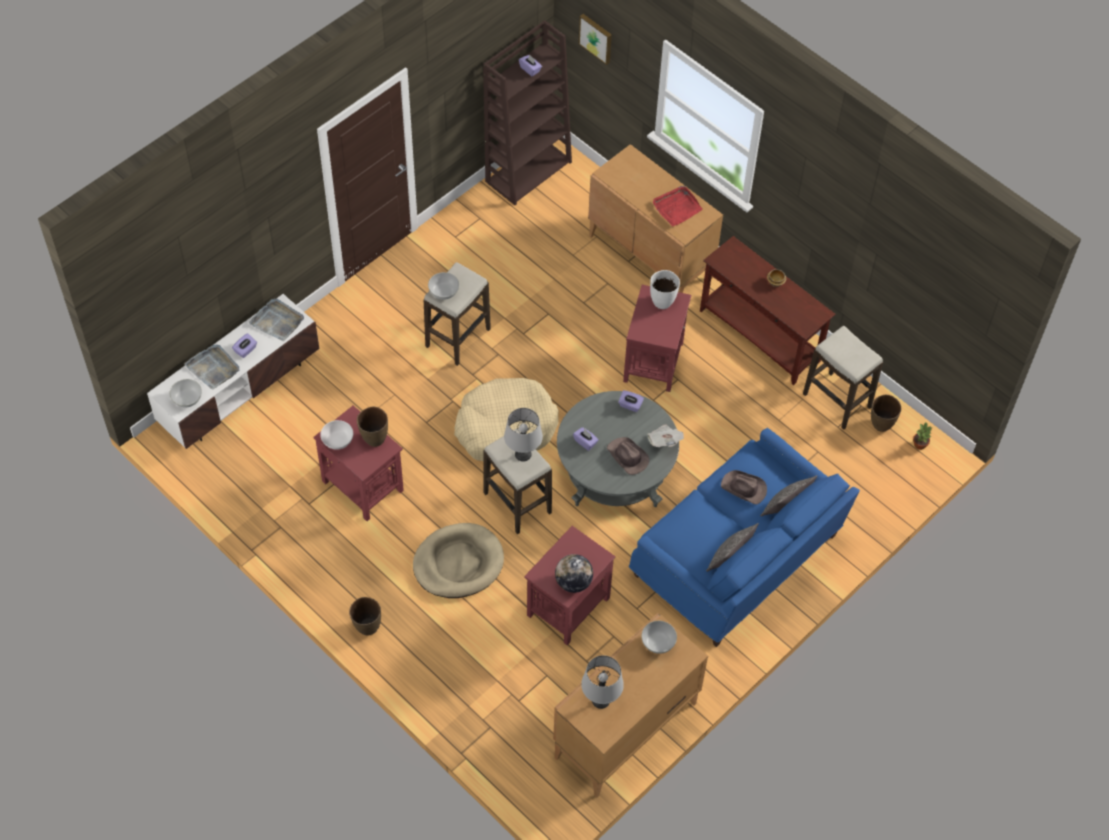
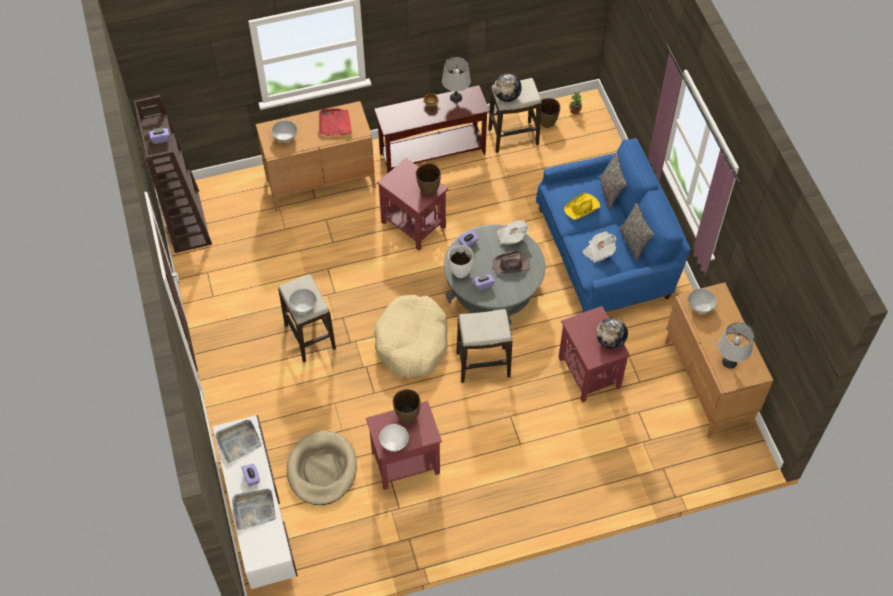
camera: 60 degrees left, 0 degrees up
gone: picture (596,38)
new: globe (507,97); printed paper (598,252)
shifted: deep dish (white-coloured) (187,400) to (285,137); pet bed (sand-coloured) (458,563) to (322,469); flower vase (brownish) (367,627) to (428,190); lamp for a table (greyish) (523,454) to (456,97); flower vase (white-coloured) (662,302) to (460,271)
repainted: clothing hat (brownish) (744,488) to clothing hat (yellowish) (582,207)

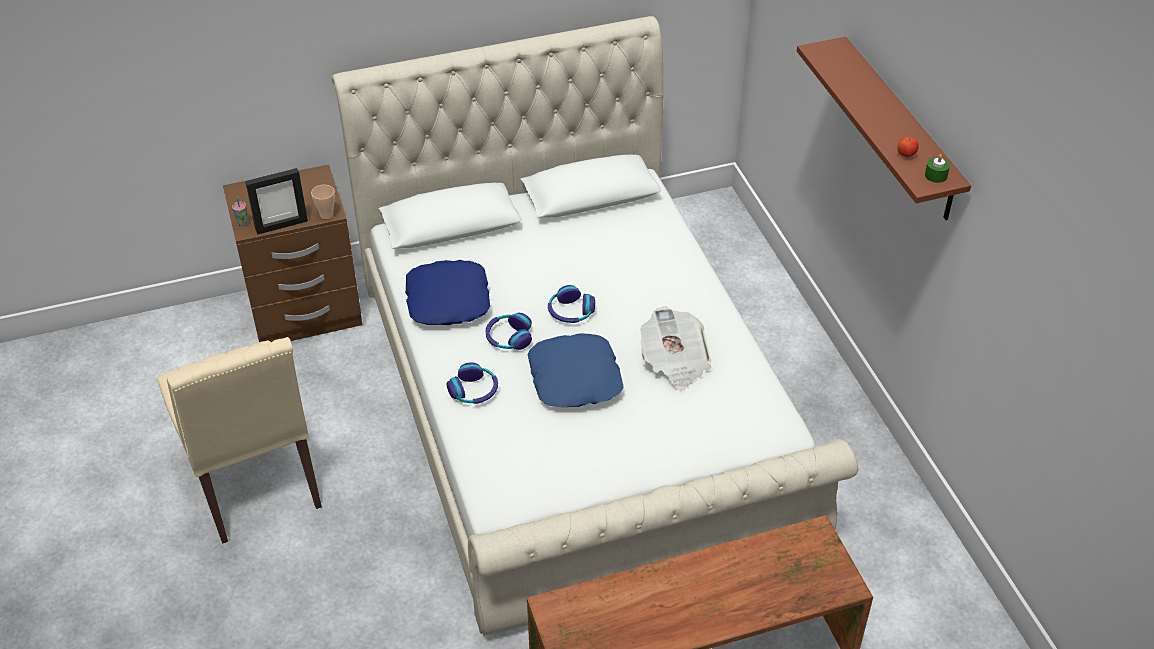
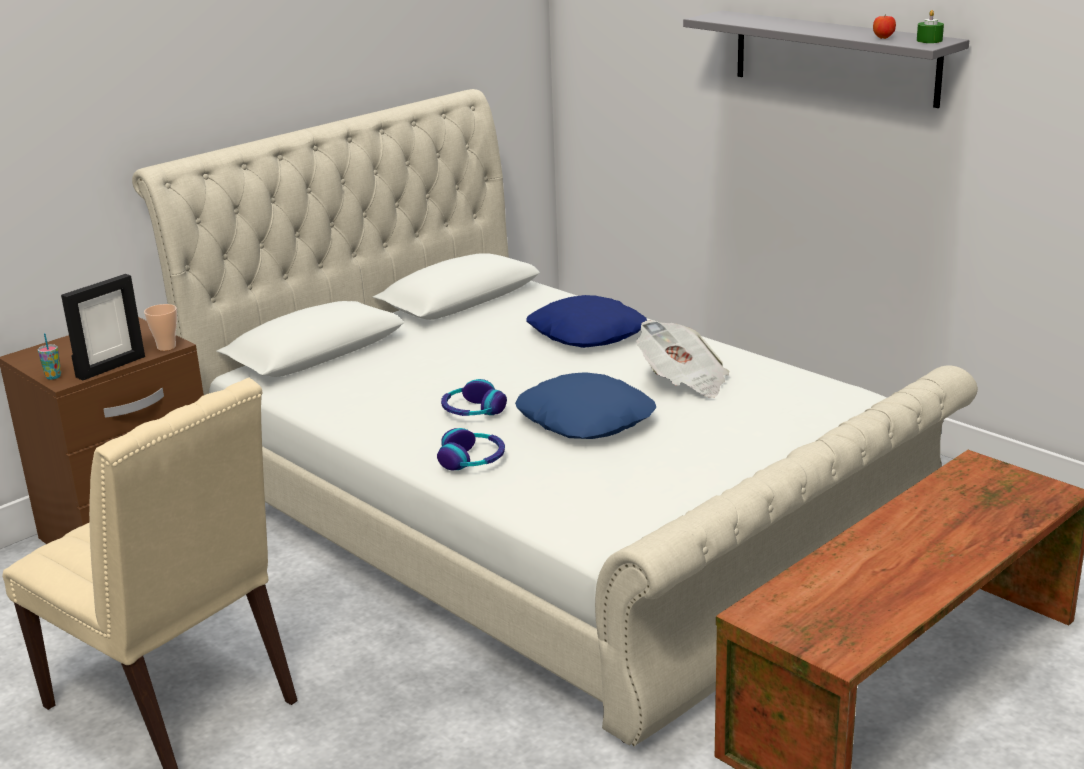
camera: 25 degrees left, 20 degrees down
gone: headphones (570,312)
shifted: cushion (blue) (447,300) to (586,334)
repainted: wall shelf (brownish) (899,130) to wall shelf (greyish) (835,57)

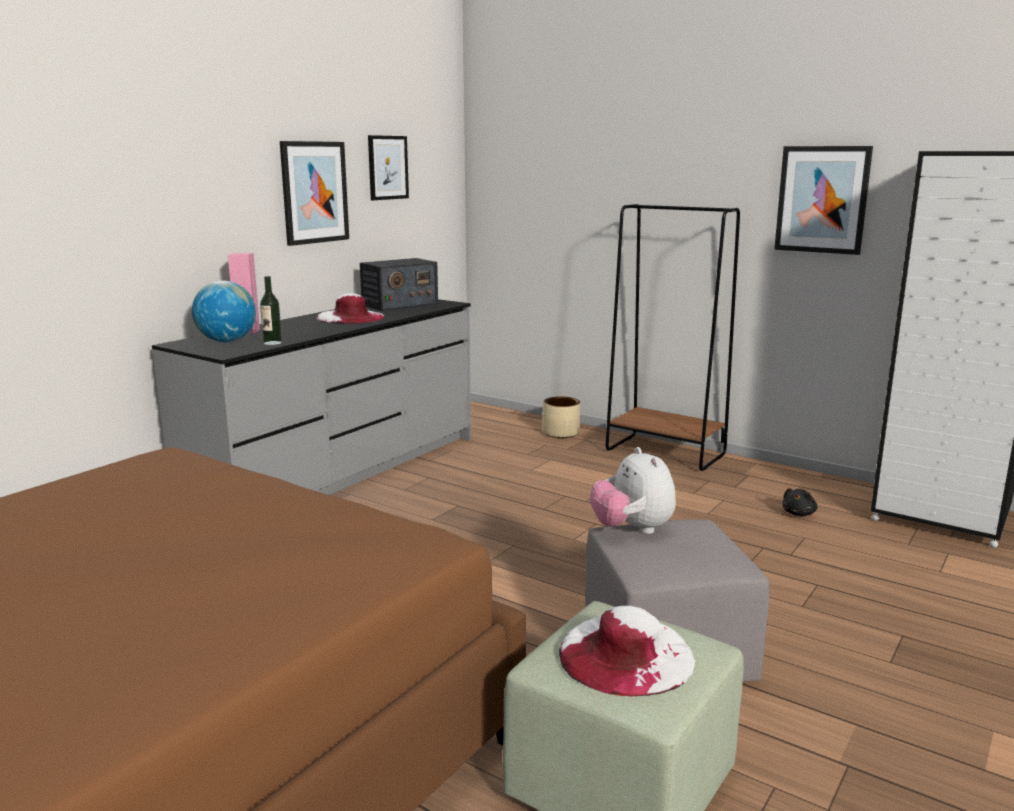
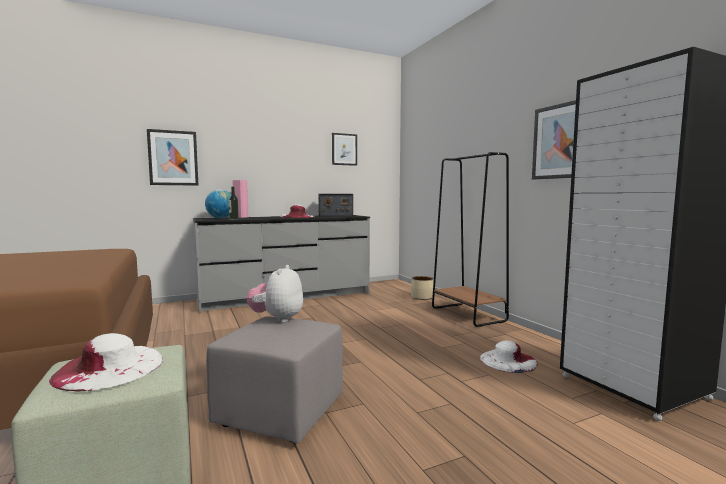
camera: 30 degrees right, 10 degrees down
shifted: picture (314,192) to (173,158)
swapped: soft toy (blackish) (799,513) to clothing hat (white-coloured) (508,360)

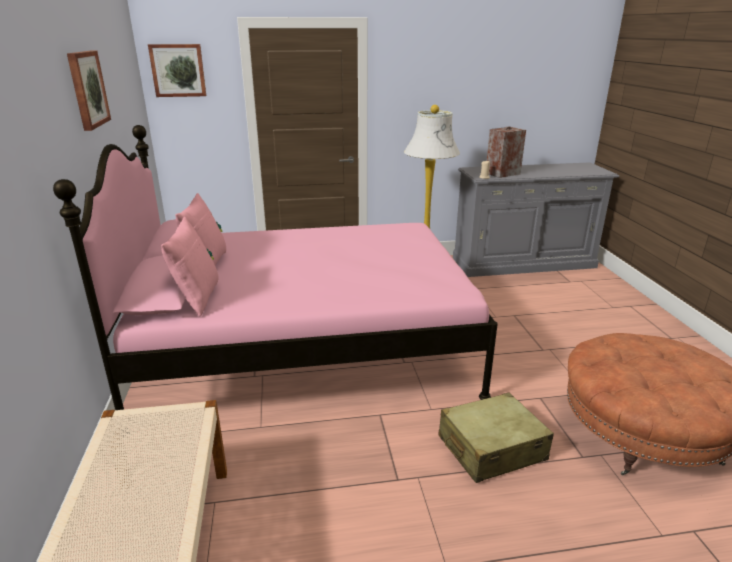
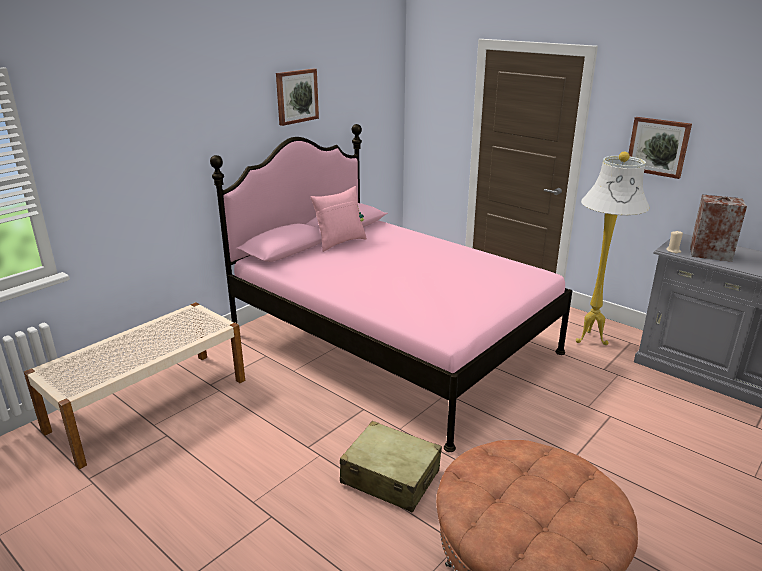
camera: 50 degrees right, 0 degrees up
gone: cushion (pink-coloured) (197,298)
shifted: picture (178,70) to (658,147)

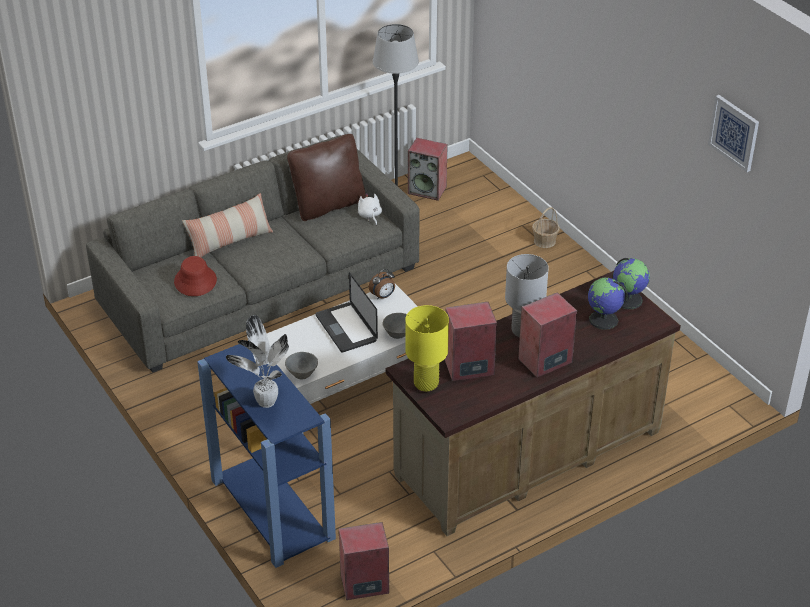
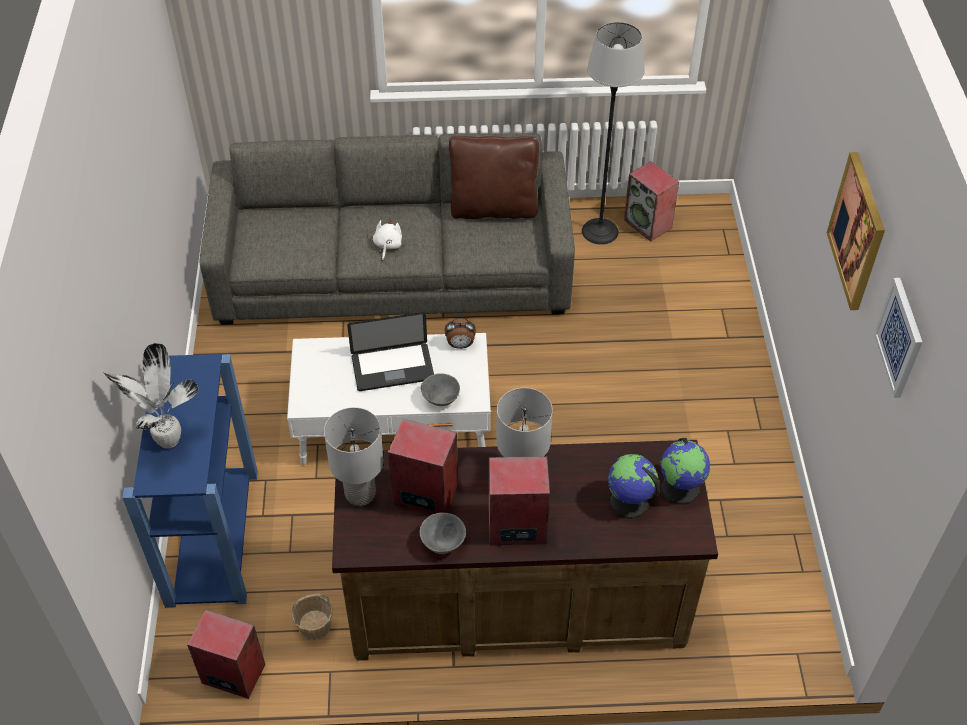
camera: 30 degrees right, 10 degrees up
gone: clothing hat (red) (195,281); cushion (230,241)
new: picture (858,231)
shifted: storage basket (544,241) to (314,625); soft toy (white-coloured) (370,216) to (387,246); deep dish (greyish) (303,373) to (444,543)
repainted: lamp for a table (yellowish) (426,385) to lamp for a table (greyish) (361,496)
rotated: portable computer (346,328) = (392,368) 105 degrees counterclockwise

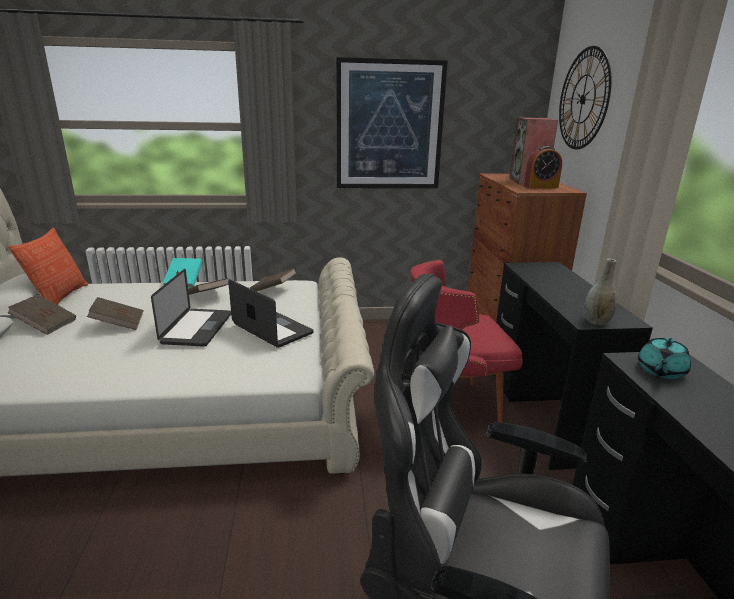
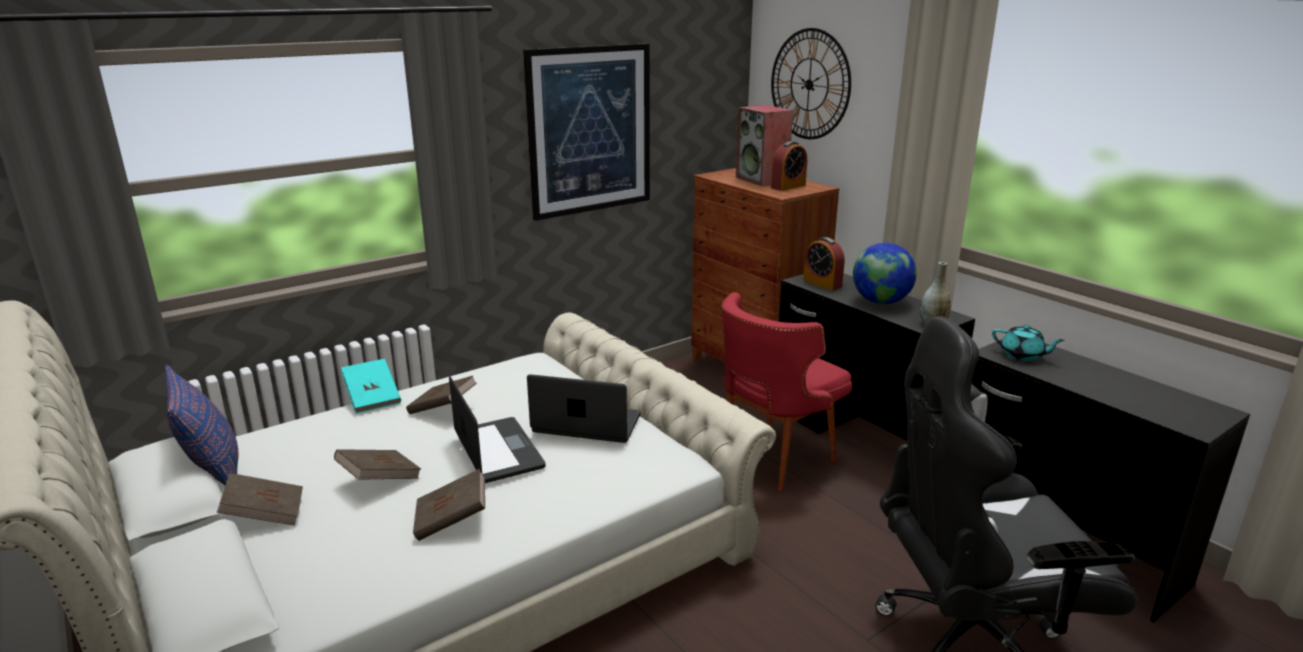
camera: 30 degrees left, 0 degrees up
new: bedside clock (822,283); globe (881,302)
shifted: book (brownish) (273,290) to (452,520)
repainted: cushion (orange-coloured) (60,298) to cushion (blue) (214,474)
rotated: teapot (blue-green) (660,371) = (1022,356) 60 degrees counterclockwise

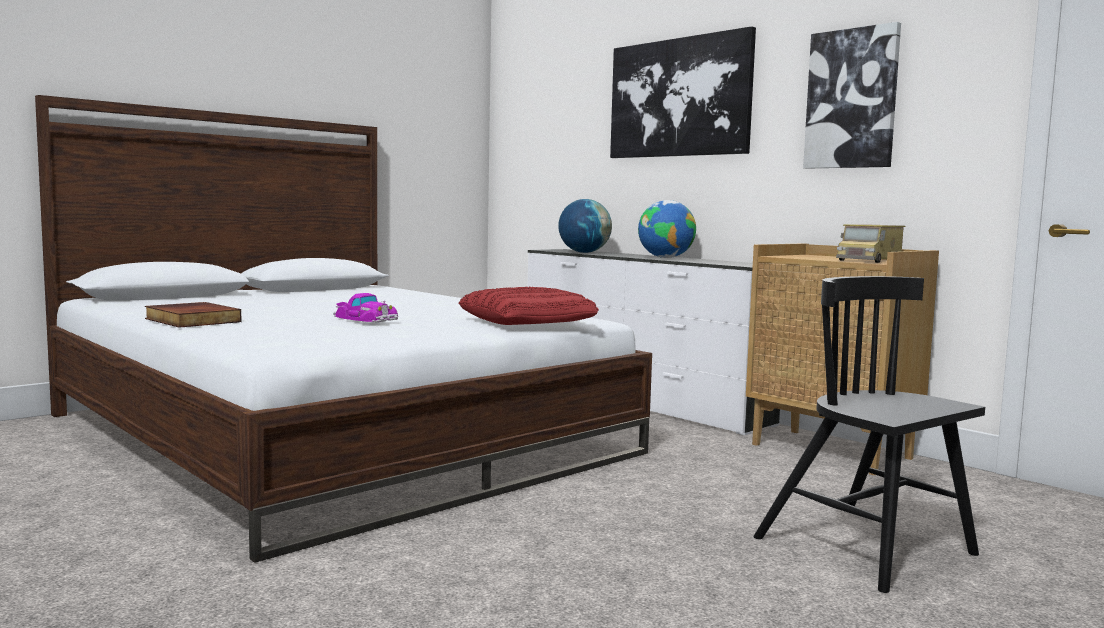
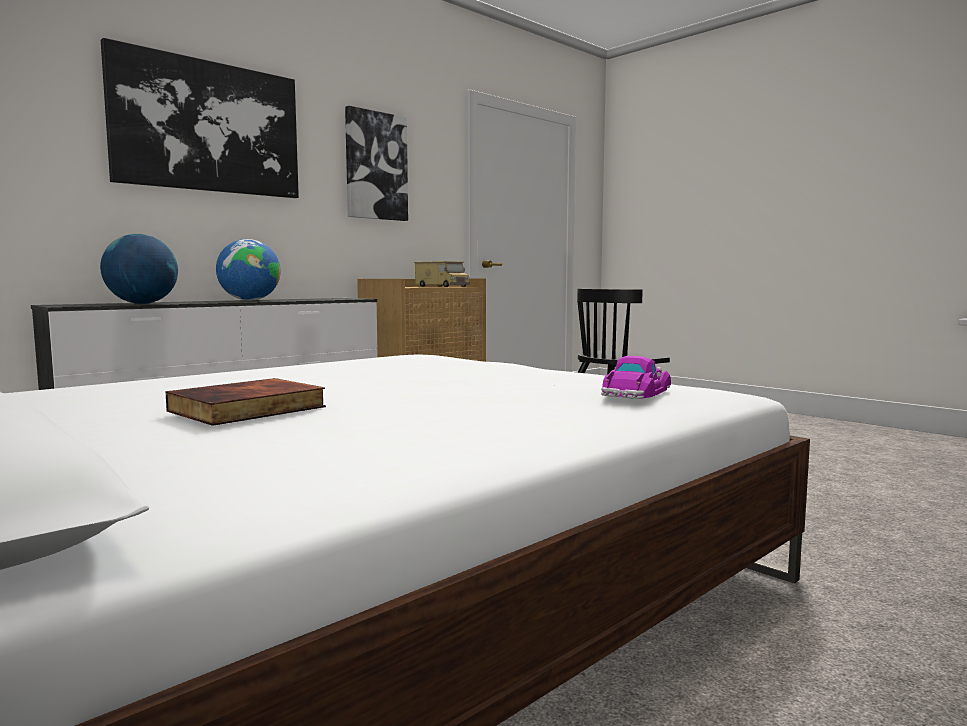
camera: 90 degrees left, 0 degrees up
gone: cushion (red) (527,322)
shifted: book (190,320) to (248,409); miniature car (365,318) to (635,391)

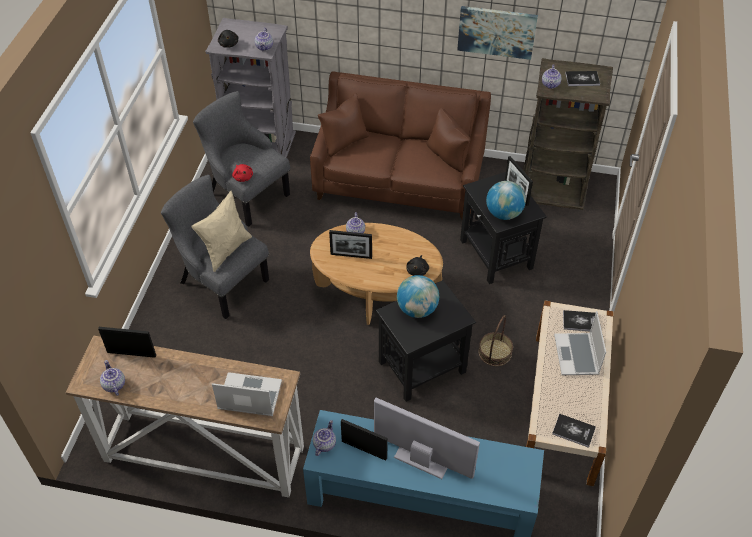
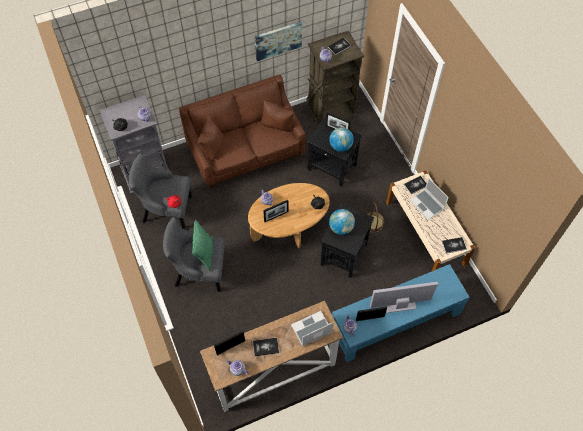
camera: 35 degrees left, 10 degrees up
new: book (265,347)
repainted: cushion (sand-coloured) (226,250) to cushion (green-coloured) (204,254)

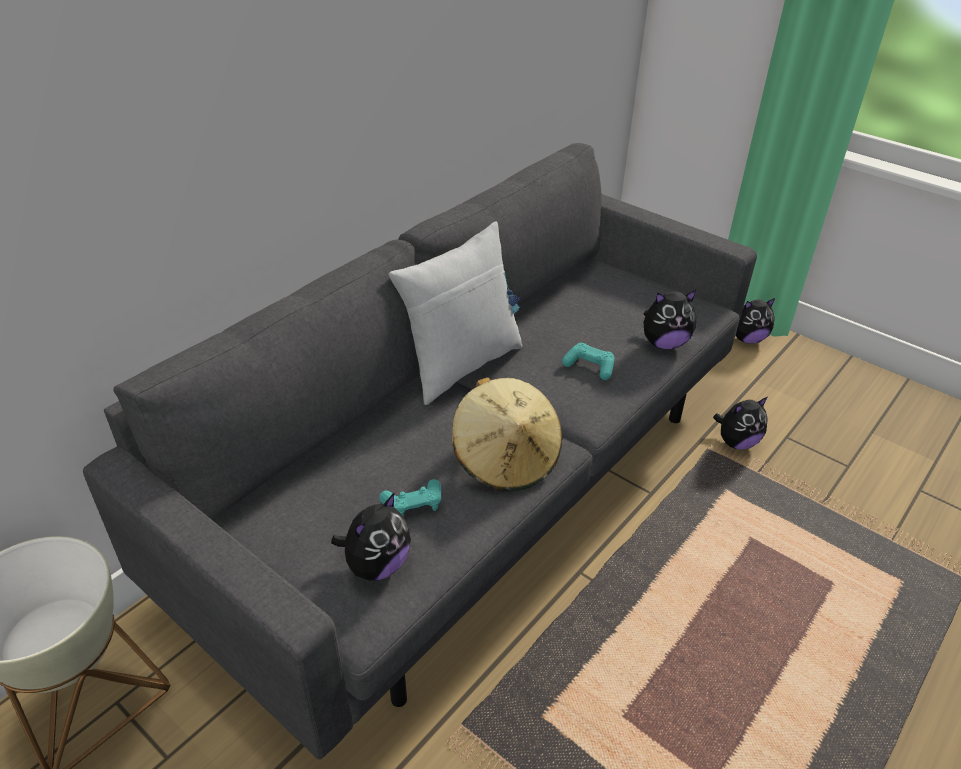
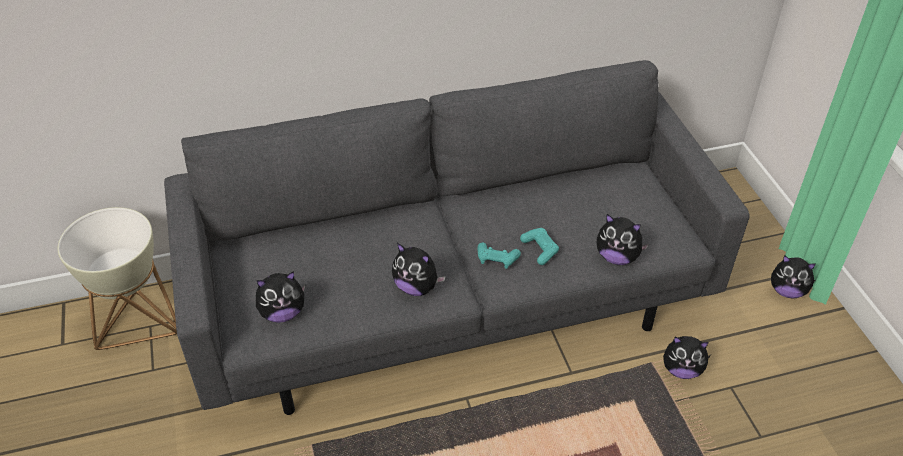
camera: 35 degrees right, 5 degrees up
gone: cushion (greyish) (461,366)
shifted: game controller (blue-green) (413,505) to (497,259)
swapped: clothing hat (sand-coloured) (506,459) to soft toy (417,287)

